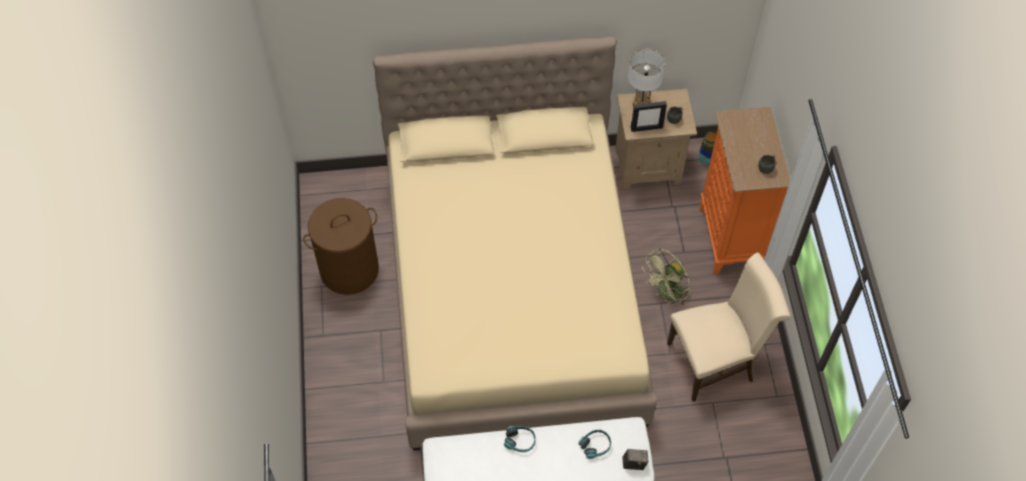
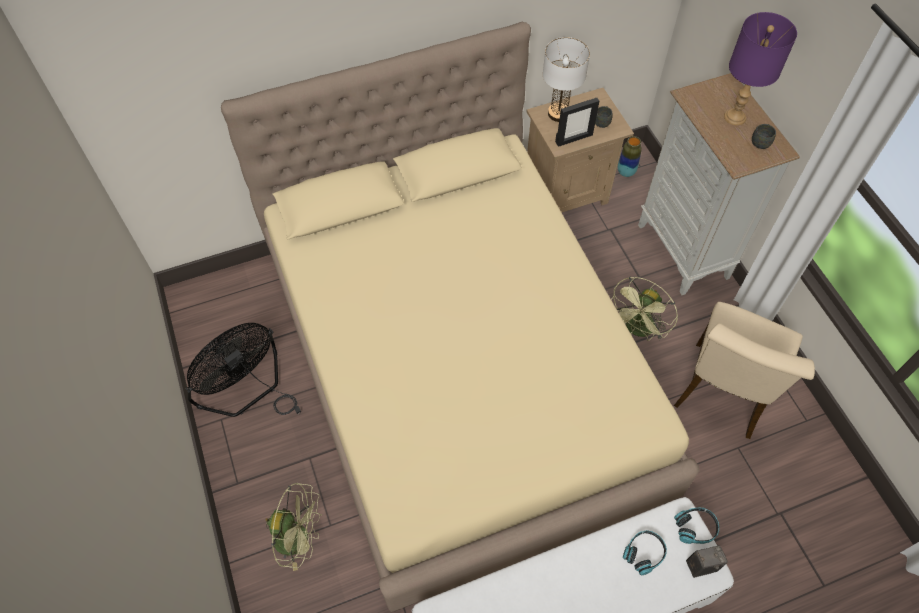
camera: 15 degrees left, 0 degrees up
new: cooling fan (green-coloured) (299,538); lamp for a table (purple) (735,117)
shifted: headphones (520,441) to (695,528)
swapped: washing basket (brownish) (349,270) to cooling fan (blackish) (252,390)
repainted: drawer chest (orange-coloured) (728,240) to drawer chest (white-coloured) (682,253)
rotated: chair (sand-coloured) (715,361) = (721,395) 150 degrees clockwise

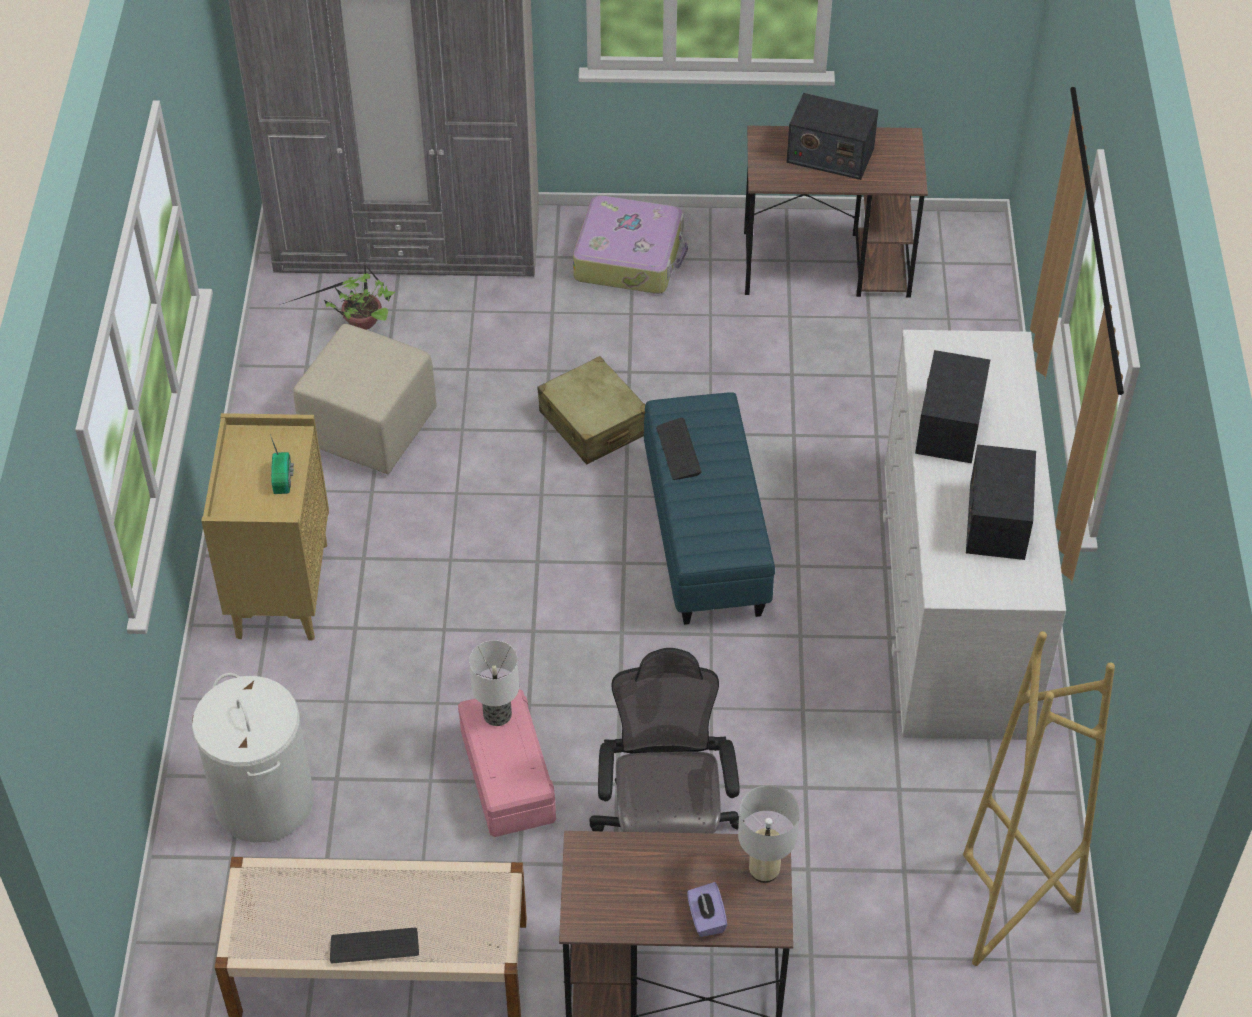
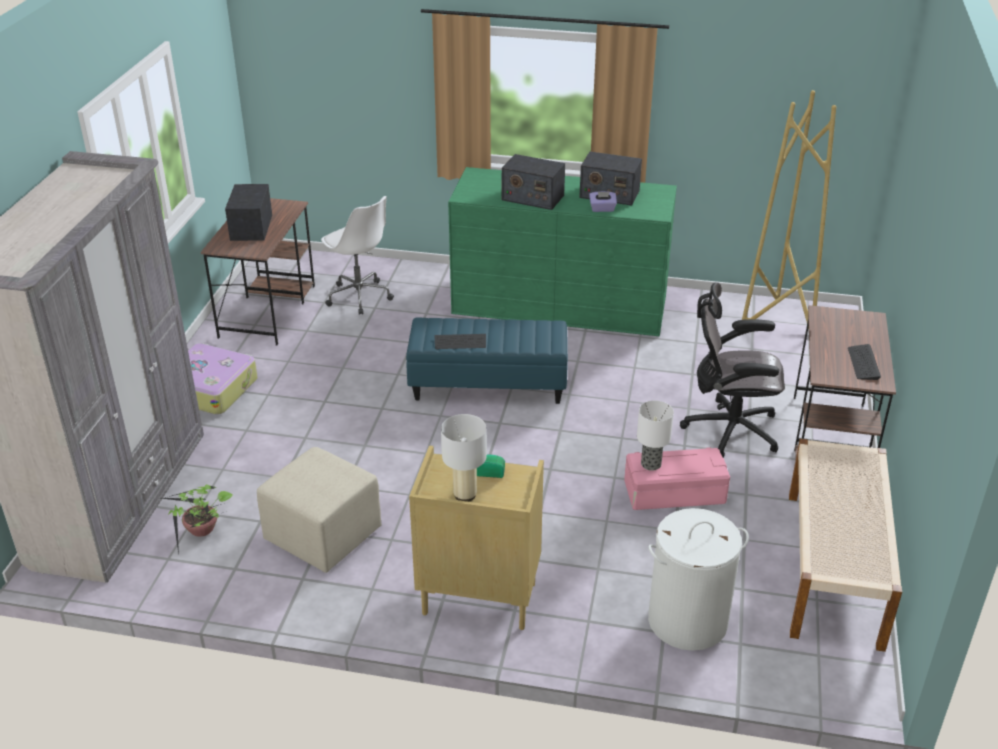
camera: 80 degrees left, 15 degrees down
gone: piece of luggage (sand-coloured) (594,423)
new: office chair (white-coloured) (360,298)
shifted: lamp for a table (white-coloured) (765,871) to (465,494); box of tissues (purple) (706,918) to (602,209); keyboard (374,946) to (863,363)
repainted: drawer chest (white-coloured) (955,596) to drawer chest (green-coloured) (560,305)
rotated: radio receiver (829,155) = (251,227) 150 degrees clockwise

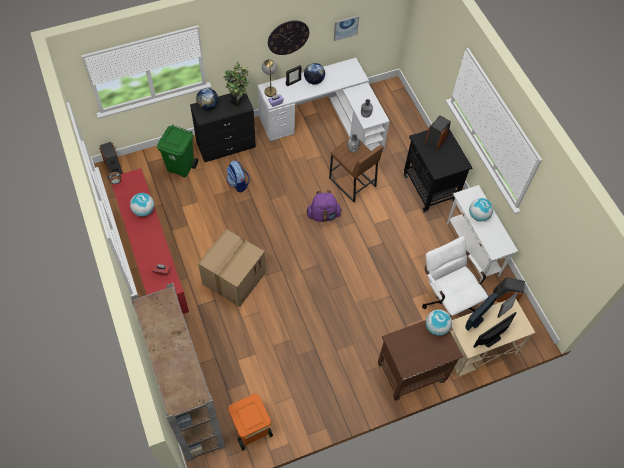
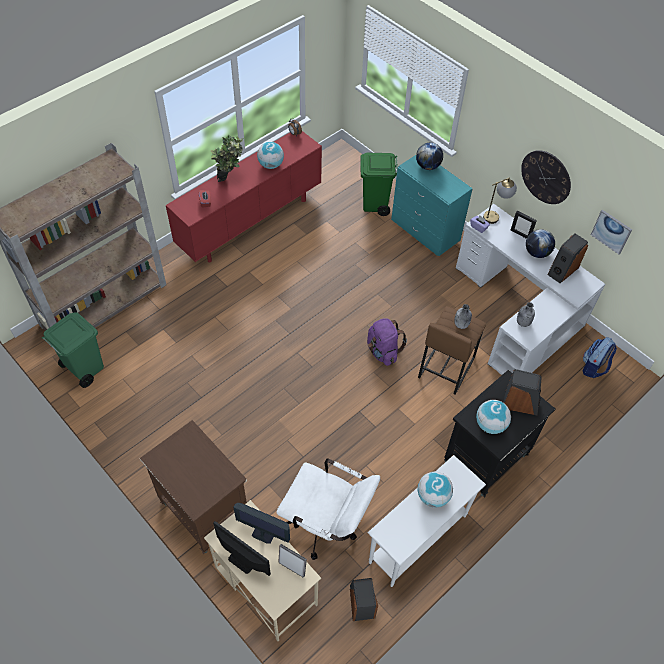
camera: 70 degrees right, 5 degrees down
gone: cardboard box (234,277)
shifted: plant in a pot (238,101) to (231,180); globe (436,327) to (490,425); loudspeaker (114,168) to (562,270); backpack (238,183) to (593,367)
repainted: rubbish bin (orange-coloured) (251,432) to rubbish bin (green-coloured) (84,369); drawer chest (blackish) (226,146) to drawer chest (blue-green) (425,232)
rotated: office chair (white-coloured) (447,299) = (326,525) 75 degrees clockwise

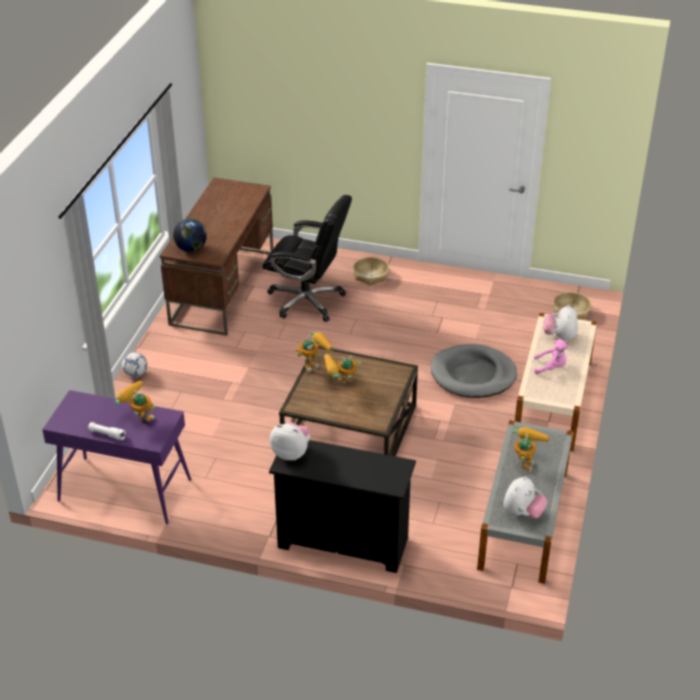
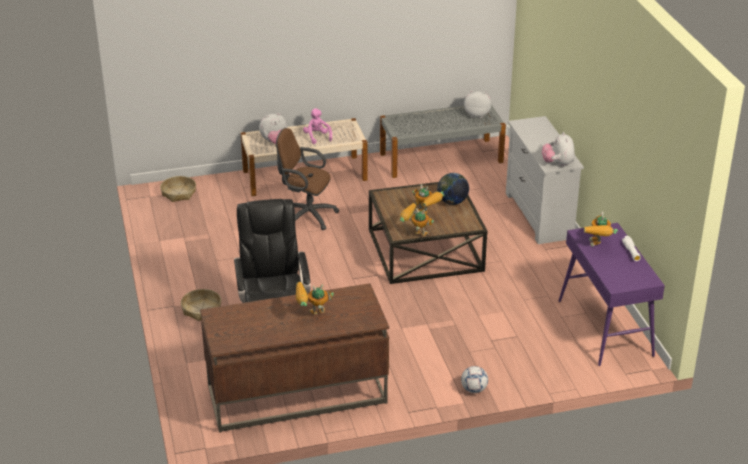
camera: 120 degrees left, 5 degrees down
shifted: toy robot (525,461) to (311,316); globe (191,249) to (452,202)
swapped: pet bed (greyish) (473,375) to office chair (brownish) (306,215)
repainted: drawer chest (blackish) (342,542) to drawer chest (white-coloured) (538,215)

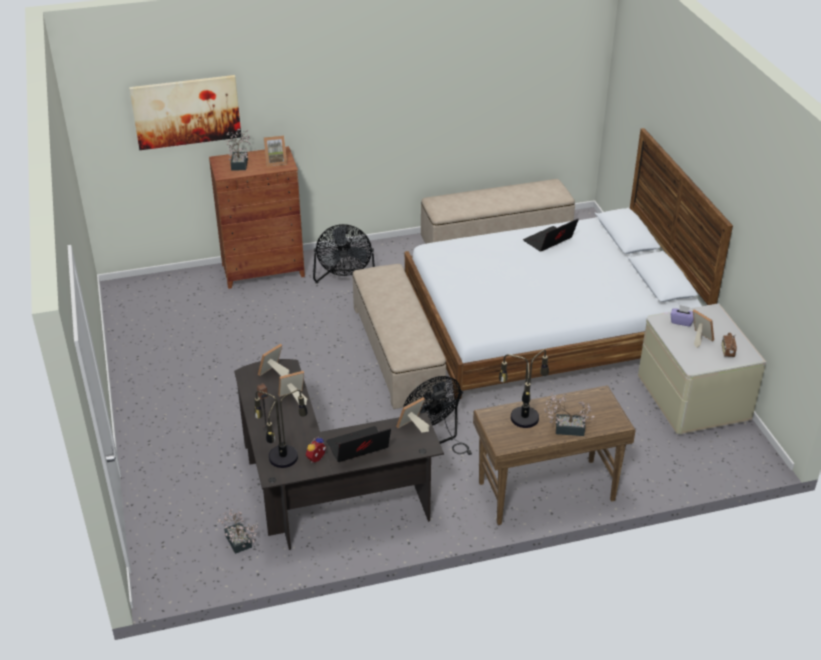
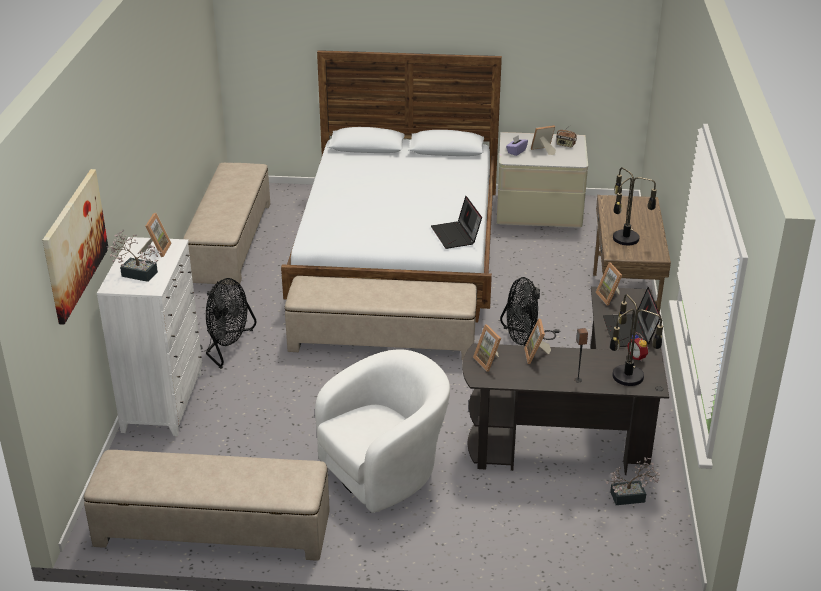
camera: 70 degrees left, 5 degrees down
gone: plant in a pot (565,428)
new: bench (sand-coloured) (211,529); armchair (white-coloured) (385,472)
shifted: portable computer (549,241) to (456,235)
repainted: drawer chest (brownish) (264,271) to drawer chest (white-coloured) (165,401)

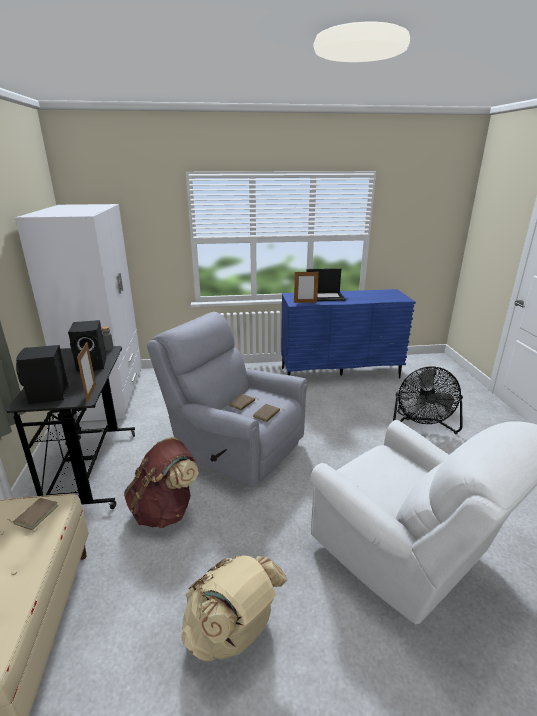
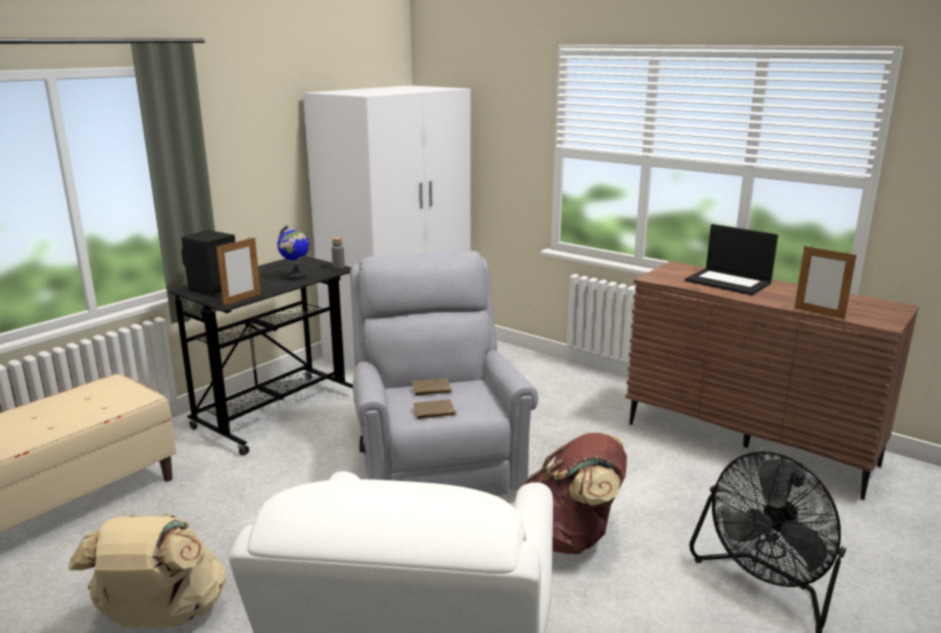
camera: 45 degrees right, 5 degrees down
gone: book (brownish) (35,514)
shifted: backpack (brownish) (165,510) to (571,538); photo frame (305,302) to (819,313)
swapped: loudspeaker (blackish) (93,364) to globe (296,277)
repainted: drawer chest (blue) (340,374) to drawer chest (brownish) (748,445)

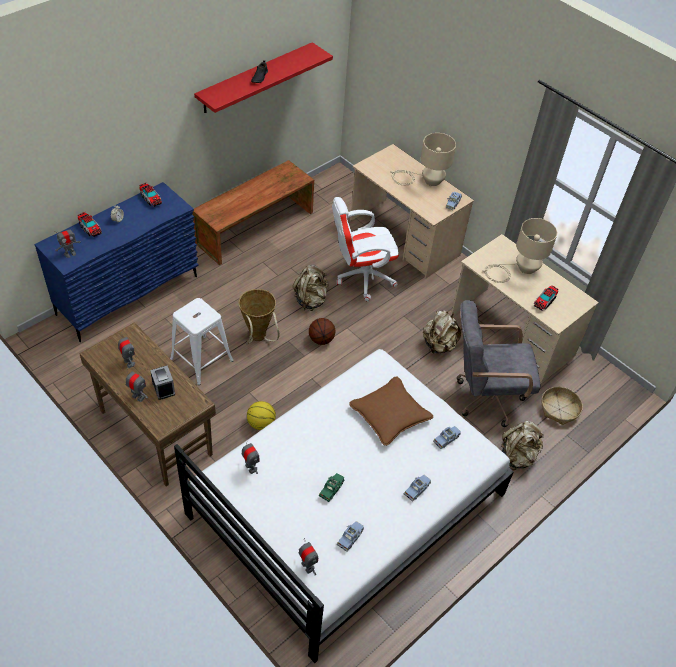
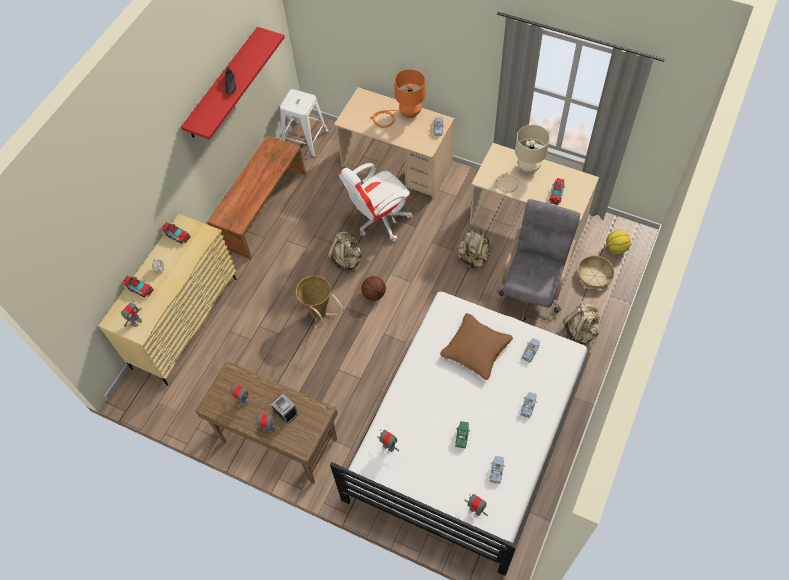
camera: 15 degrees left, 10 degrees up
shifted: stool seat (white-coloured) (201,360) to (305,139); basketball (261,423) to (615,248)
repainted: drawer chest (blue) (129,296) to drawer chest (sand-coloured) (186,323); lamp for a table (sand-coloured) (421,179) to lamp for a table (orange-coloured) (400,115)
rotated: office chair (greyish) (484,399) = (532,292) 135 degrees clockwise

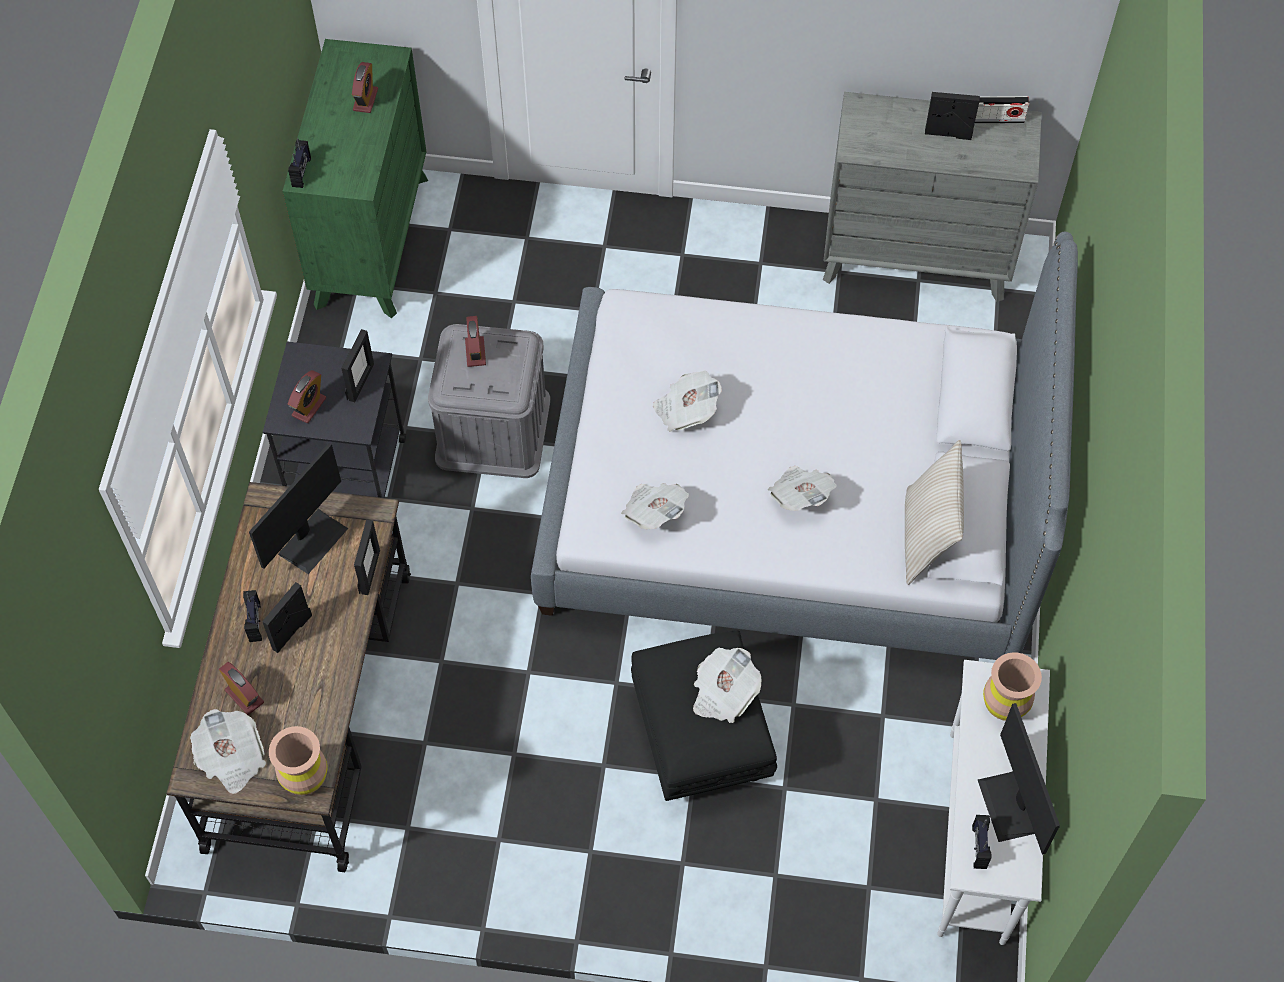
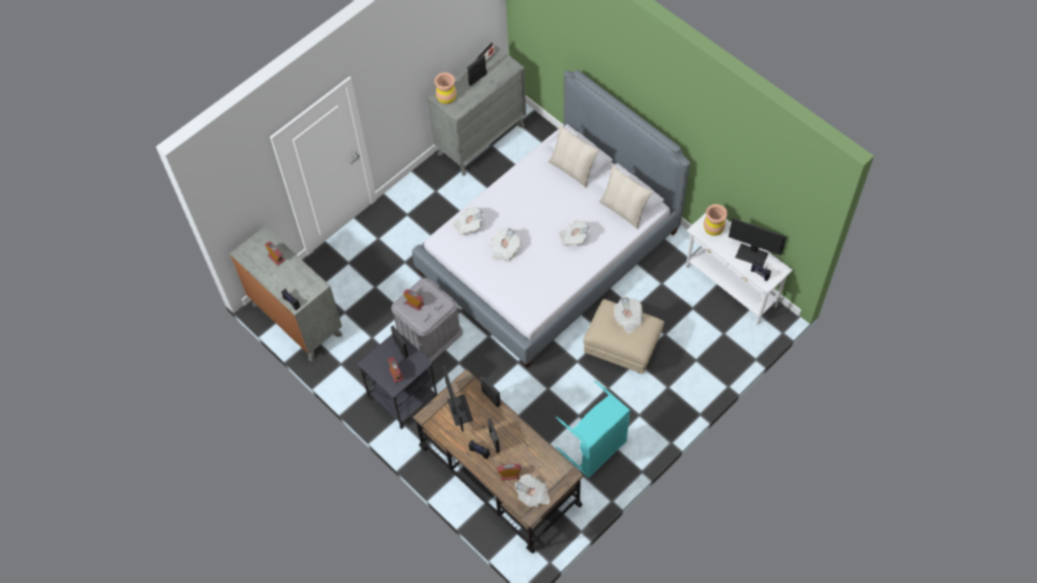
camera: 50 degrees left, 0 degrees up
new: cushion (sand-coloured) (573,169); washing basket (blue-green) (596,449)
shifted: flower vase (brownish) (304,776) to (446,98); printed paper (654,512) to (468,225)
repainted: drawer chest (green-coloured) (371,240) to drawer chest (greyish) (296,319); ottoman (blackish) (702,737) to ottoman (sand-coloured) (623,347)

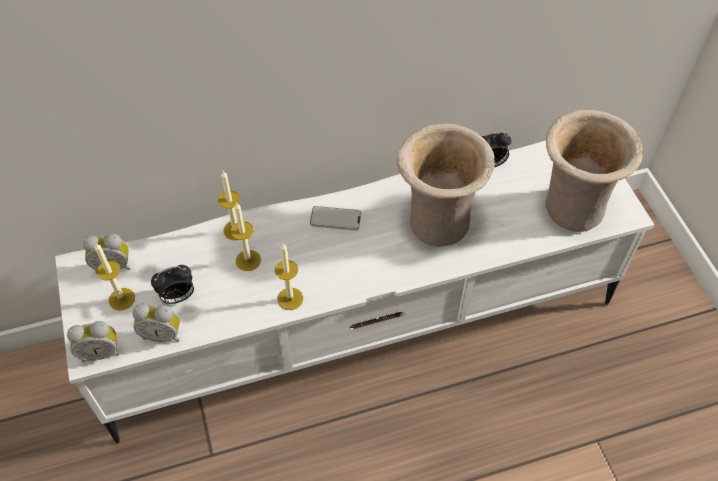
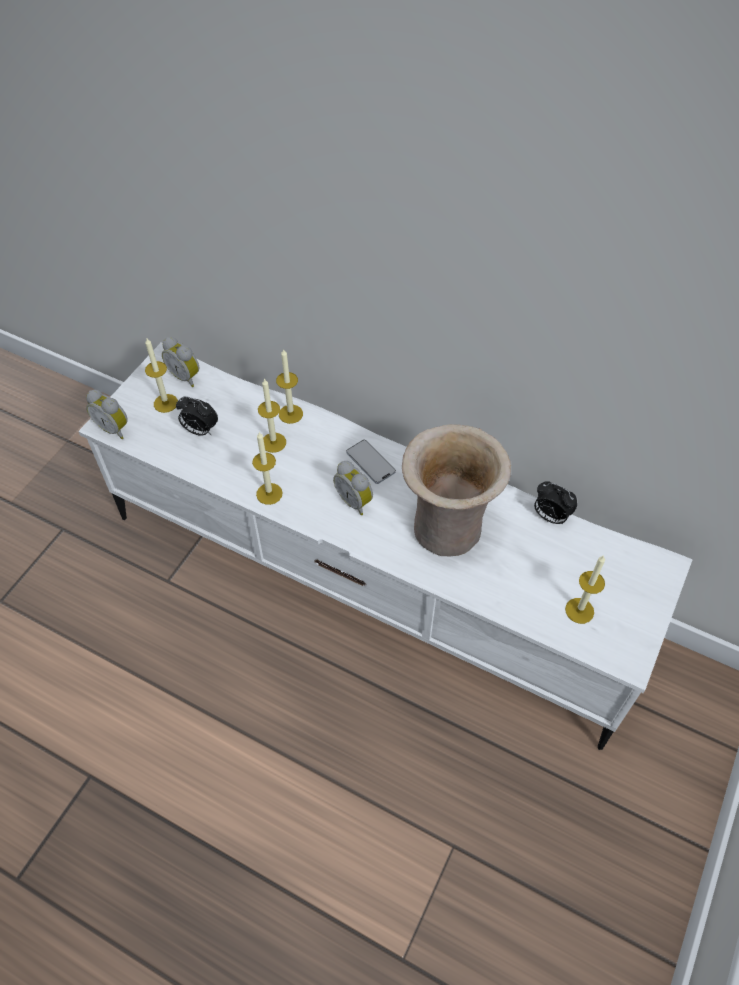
camera: 45 degrees right, 0 degrees up
shifted: bedside clock (162,334) to (355,500)
swapped: flower vase (sand-coloured) (571,208) to wax light (579,610)

